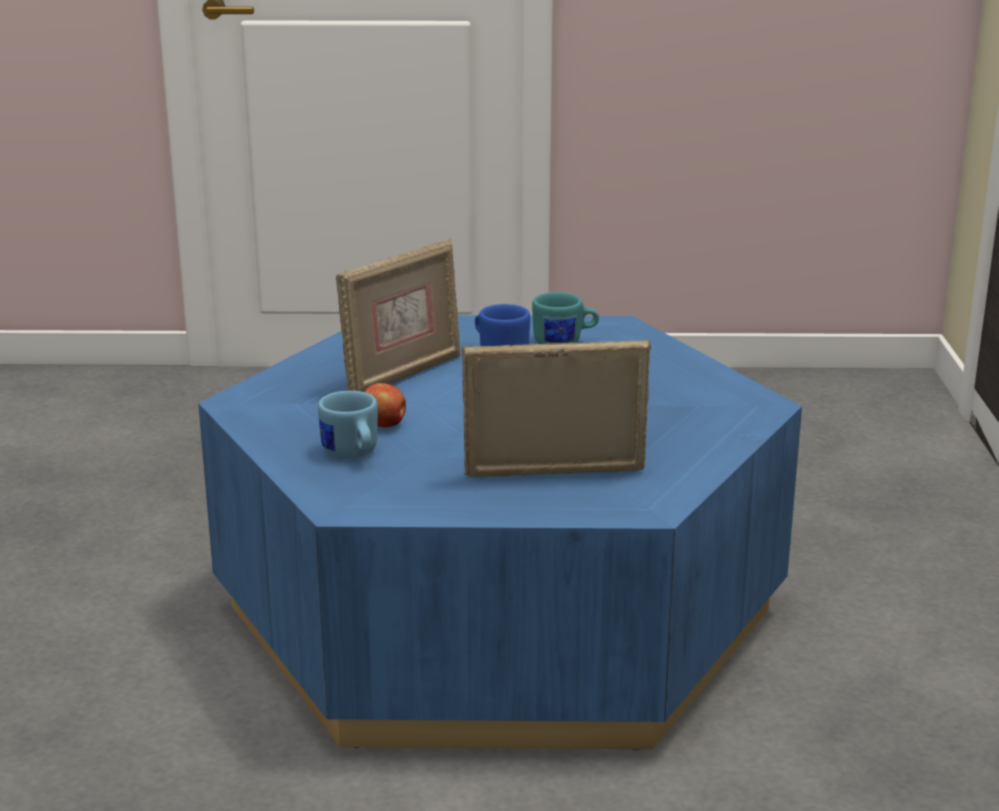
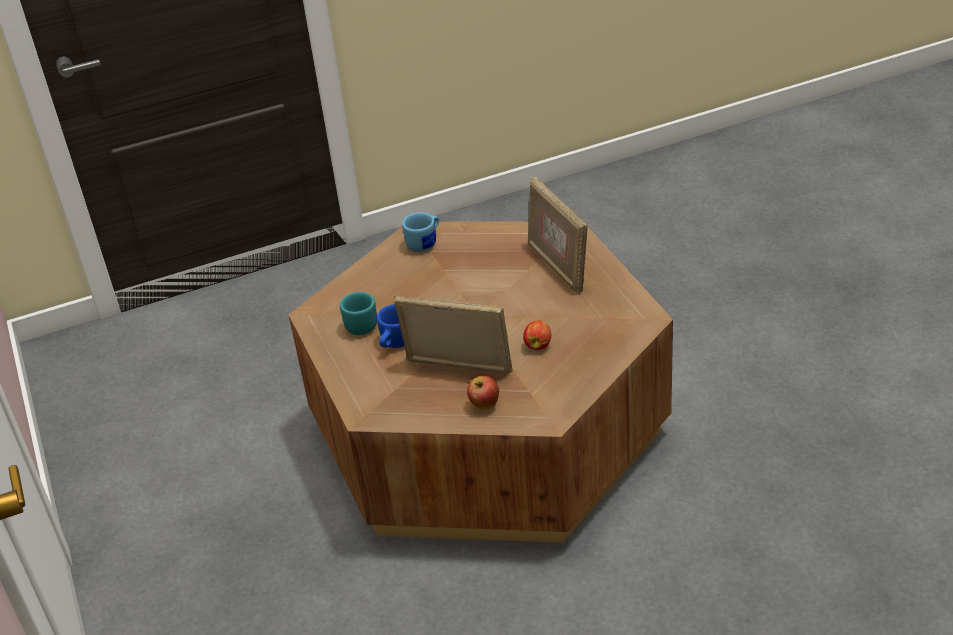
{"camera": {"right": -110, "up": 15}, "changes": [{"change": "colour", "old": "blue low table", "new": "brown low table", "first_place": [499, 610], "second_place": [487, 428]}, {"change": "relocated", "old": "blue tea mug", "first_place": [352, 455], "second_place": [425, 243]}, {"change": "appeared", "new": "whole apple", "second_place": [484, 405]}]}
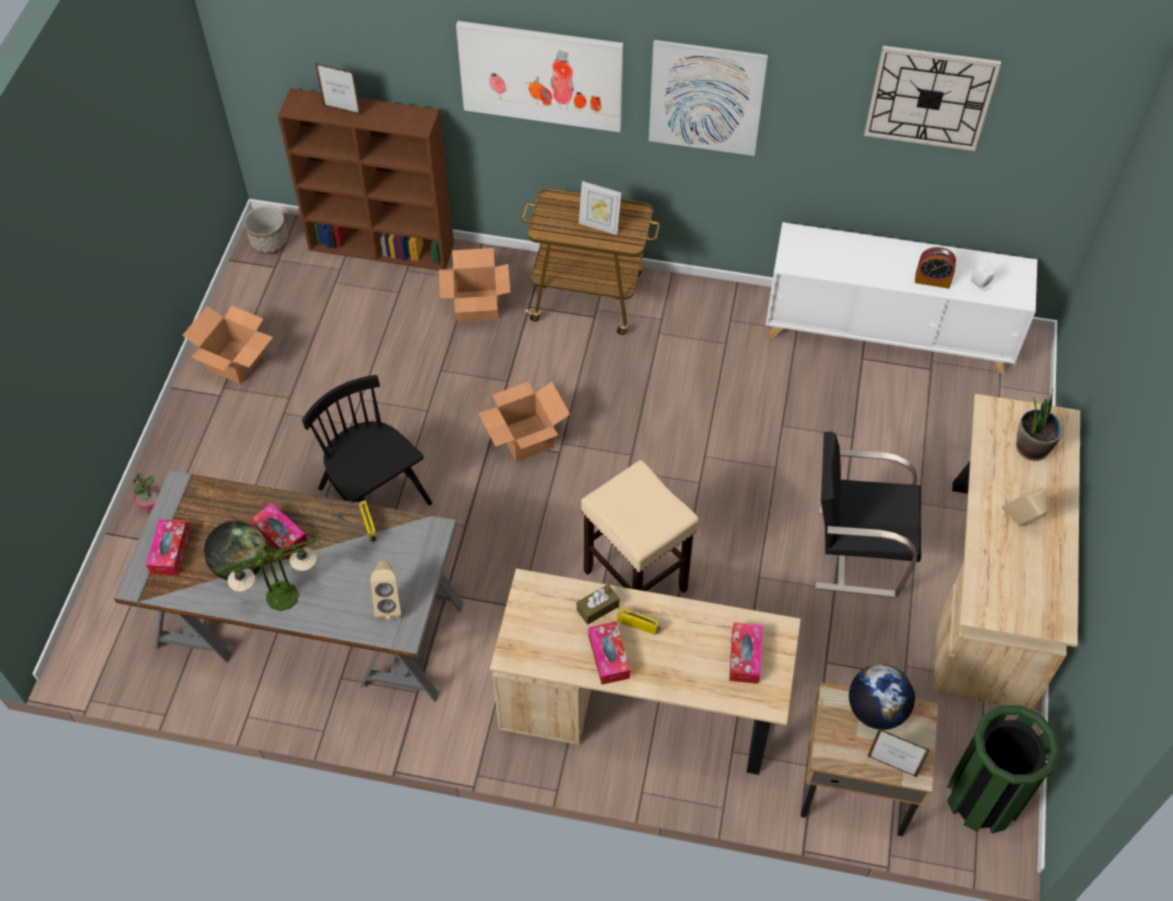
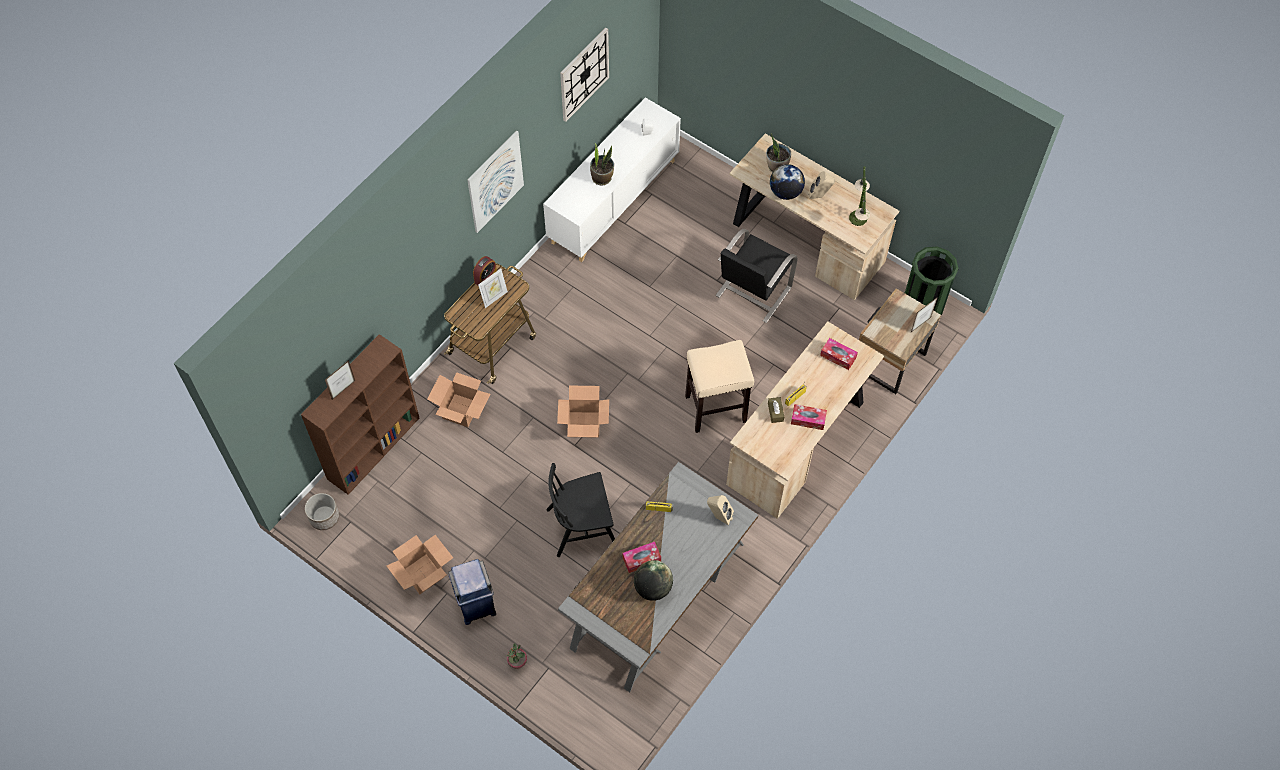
{"camera": {"right": -65, "up": 5}, "changes": [{"change": "missing", "old": "picture", "first_place": [541, 75]}, {"change": "relocated", "old": "table clock", "first_place": [932, 280], "second_place": [485, 277]}, {"change": "missing", "old": "tissue holder", "first_place": [170, 552]}, {"change": "relocated", "old": "lamp for a table", "first_place": [281, 597], "second_place": [858, 218]}, {"change": "relocated", "old": "globe", "first_place": [876, 710], "second_place": [785, 192]}, {"change": "appeared", "new": "potted plant", "second_place": [602, 178]}, {"change": "appeared", "new": "blue rubbish bin", "second_place": [476, 605]}]}
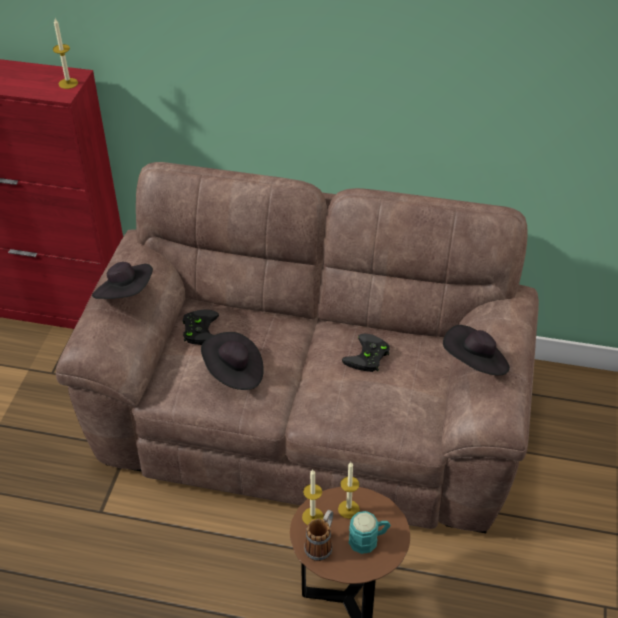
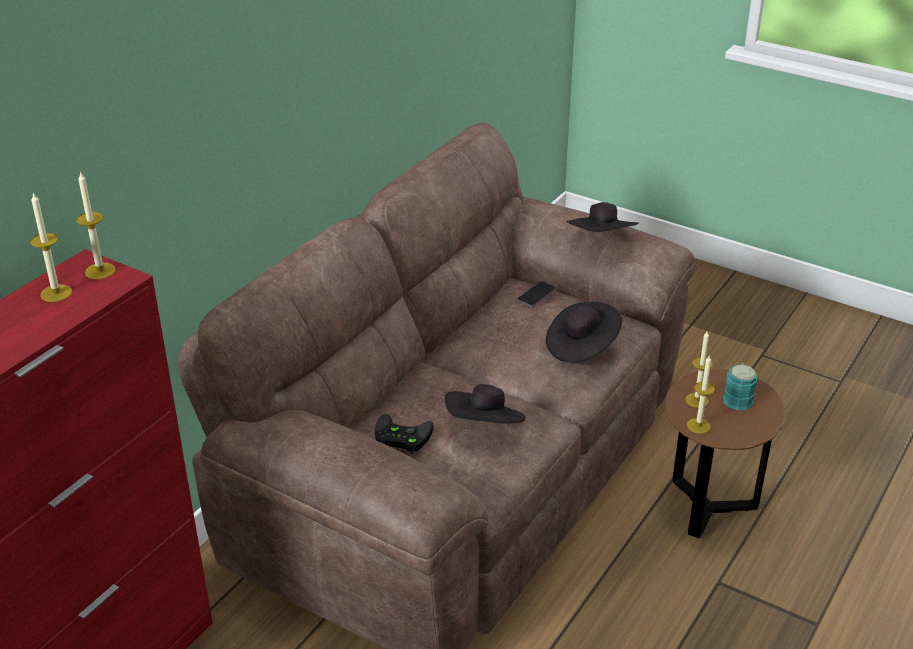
{"camera": {"right": -70, "up": -10}, "changes": [{"change": "relocated", "old": "blackish clothing hat", "first_place": [125, 294], "second_place": [582, 346]}, {"change": "missing", "old": "blackish joypad", "first_place": [368, 357]}, {"change": "missing", "old": "tea mug", "first_place": [321, 544]}, {"change": "appeared", "new": "candle", "second_place": [56, 293]}, {"change": "appeared", "new": "telephone", "second_place": [536, 295]}]}
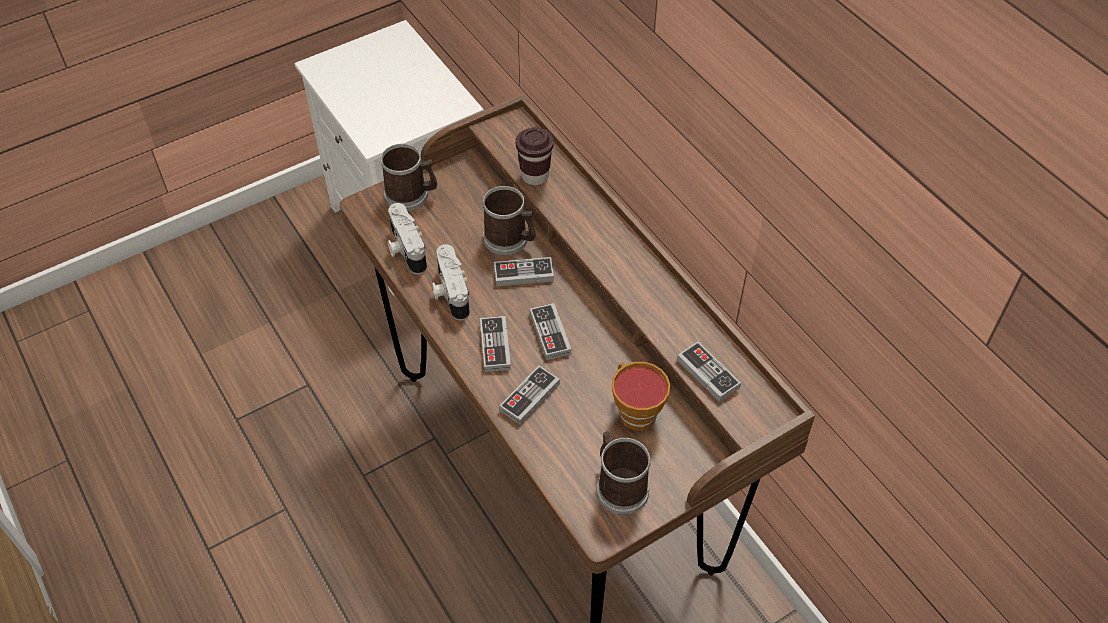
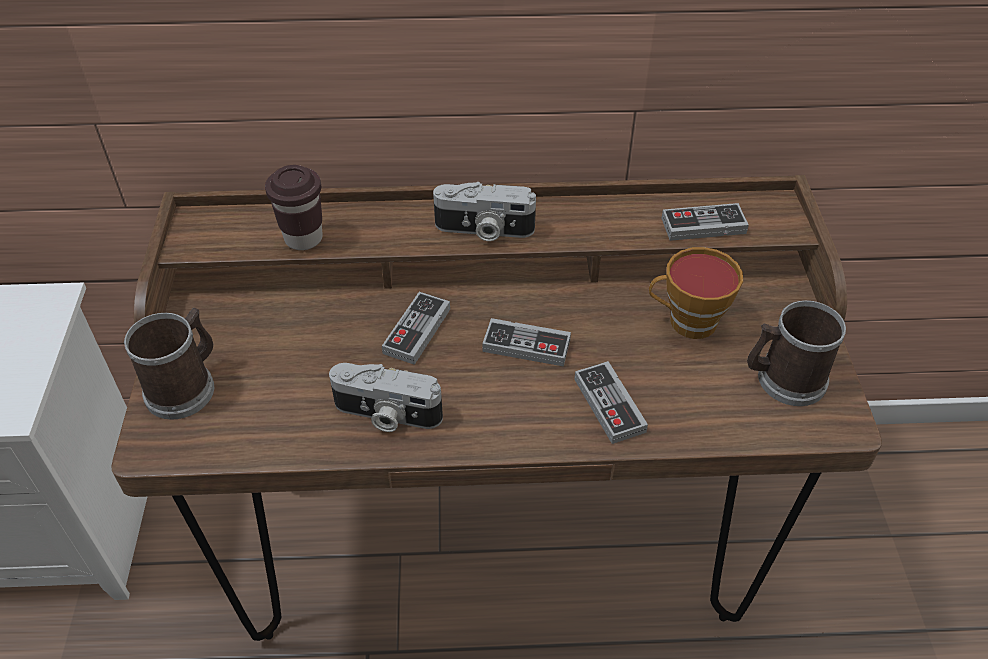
{"camera": {"right": -60, "up": -5}, "changes": [{"change": "missing", "old": "tea mug", "first_place": [510, 240]}, {"change": "relocated", "old": "still camera", "first_place": [405, 249], "second_place": [484, 230]}, {"change": "missing", "old": "joypad", "first_place": [495, 346]}]}
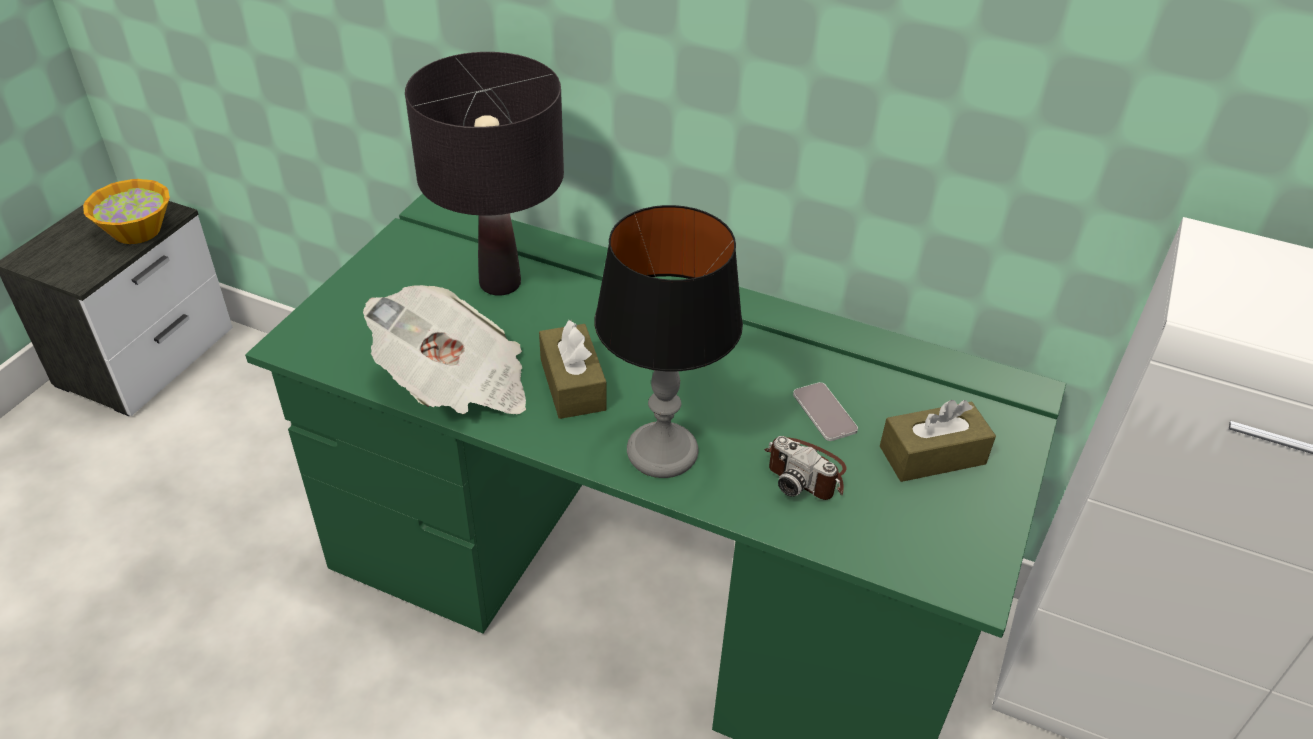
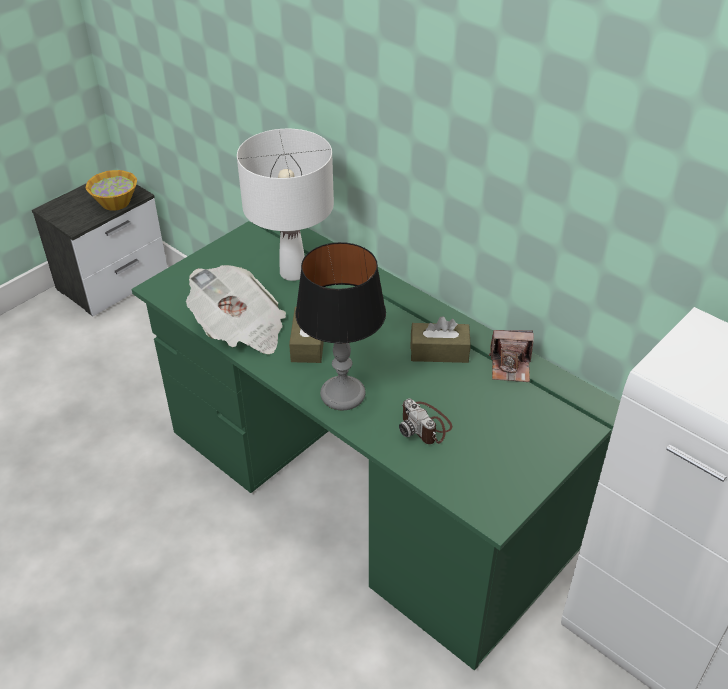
{"camera": {"right": 20, "up": 0}, "changes": [{"change": "colour", "old": "blackish lamp for a table", "new": "white-coloured lamp for a table", "first_place": [499, 283], "second_place": [292, 273]}, {"change": "missing", "old": "telephone", "first_place": [824, 412]}, {"change": "relocated", "old": "brown tissue holder", "first_place": [932, 455], "second_place": [439, 351]}, {"change": "appeared", "new": "still camera", "second_place": [510, 367]}]}
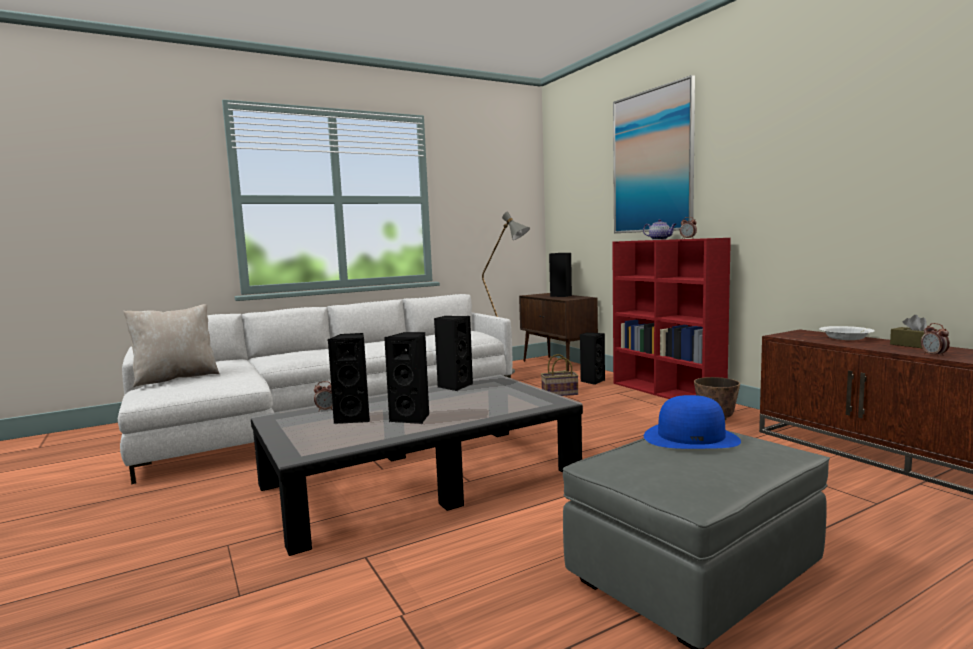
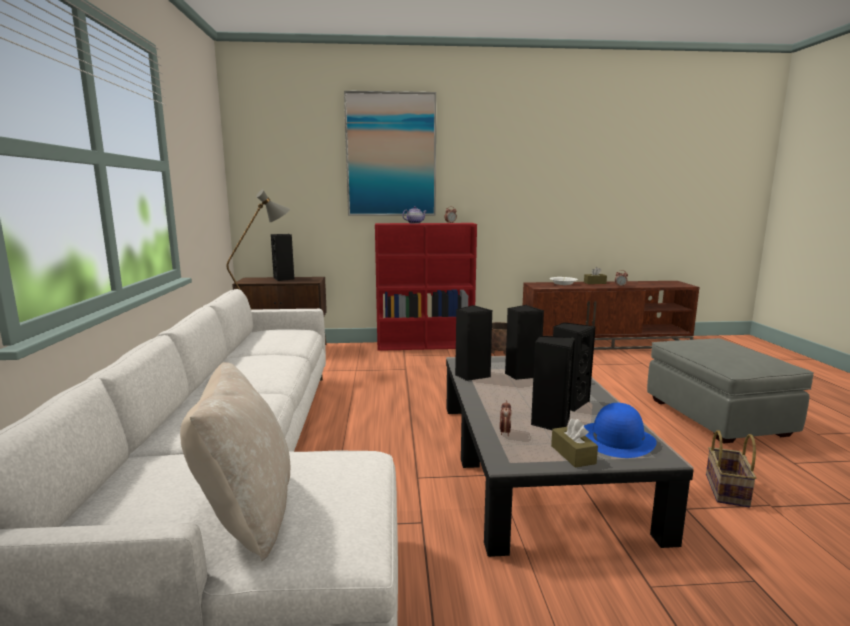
{"camera": {"right": -65, "up": 5}, "changes": [{"change": "relocated", "old": "blackish loudspeaker", "first_place": [592, 381], "second_place": [521, 374]}, {"change": "relocated", "old": "storage basket", "first_place": [559, 394], "second_place": [728, 491]}, {"change": "relocated", "old": "blue clothing hat", "first_place": [691, 438], "second_place": [617, 439]}, {"change": "appeared", "new": "brown tissue holder", "second_place": [573, 455]}]}
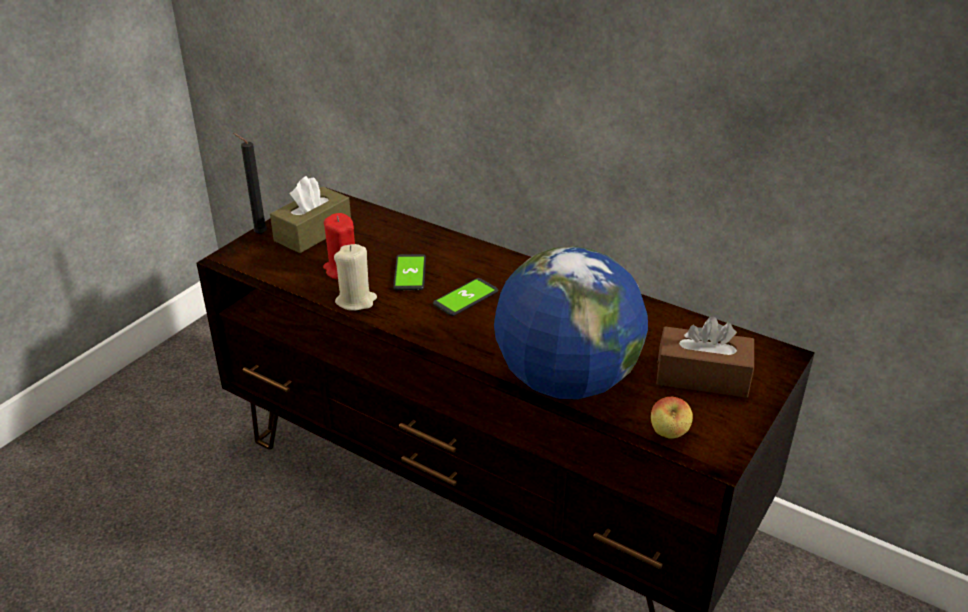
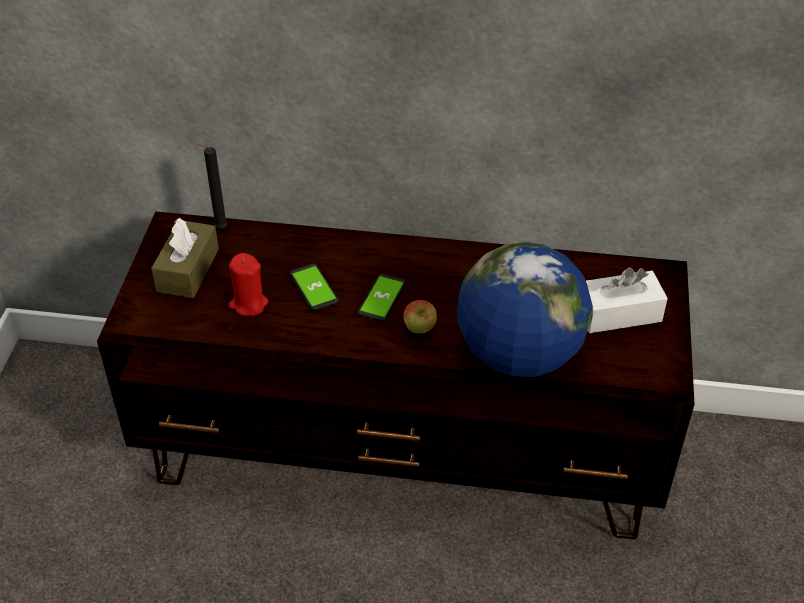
{"camera": {"right": -25, "up": 10}, "changes": [{"change": "relocated", "old": "blackish candle", "first_place": [258, 234], "second_place": [219, 229]}, {"change": "missing", "old": "sand-coloured candle", "first_place": [356, 301]}, {"change": "colour", "old": "brown tissue holder", "new": "white-coloured tissue holder", "first_place": [702, 376], "second_place": [618, 313]}, {"change": "relocated", "old": "whole apple", "first_place": [668, 435], "second_place": [420, 330]}]}
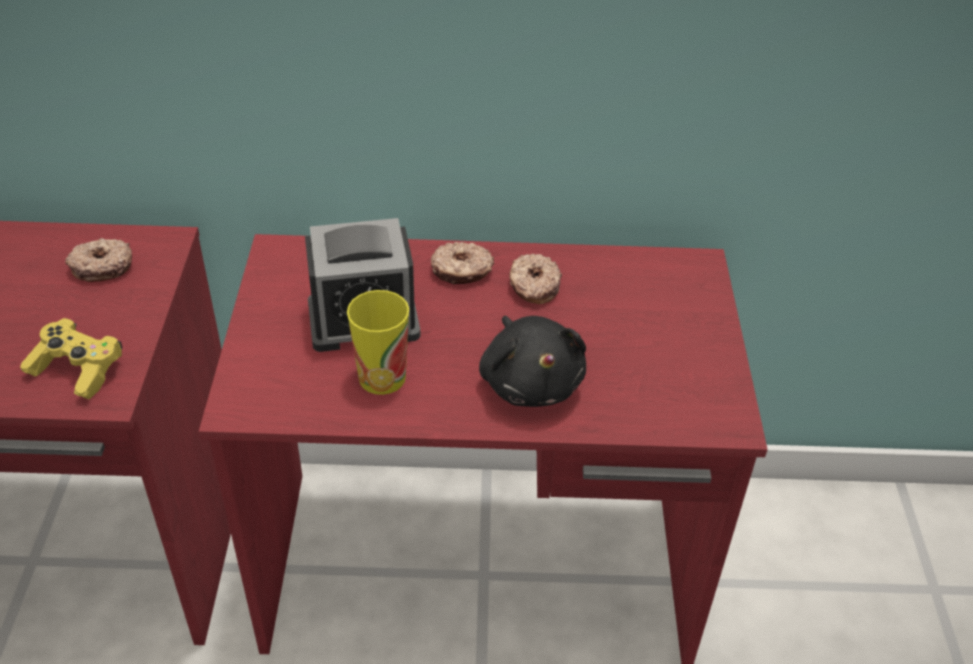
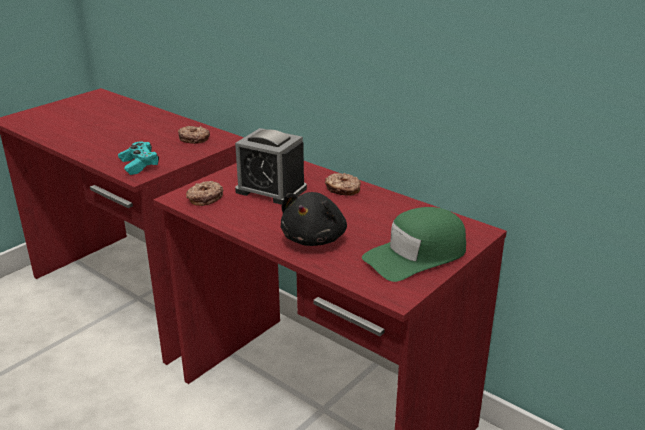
{"camera": {"right": 40, "up": -15}, "changes": [{"change": "relocated", "old": "doughnut", "first_place": [533, 286], "second_place": [204, 198]}, {"change": "missing", "old": "drinking cup", "first_place": [382, 377]}, {"change": "colour", "old": "yellowish joypad", "new": "blue-green joypad", "first_place": [77, 370], "second_place": [139, 165]}, {"change": "appeared", "new": "green-coloured peaked cap", "second_place": [416, 255]}]}
